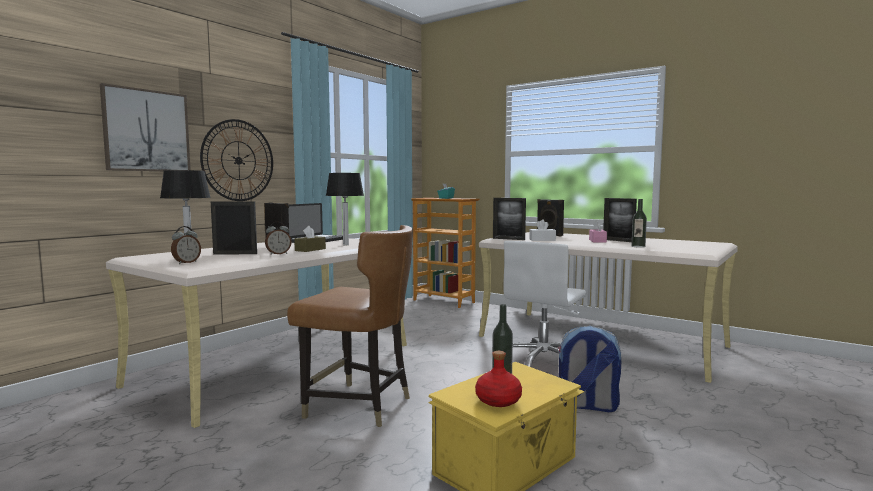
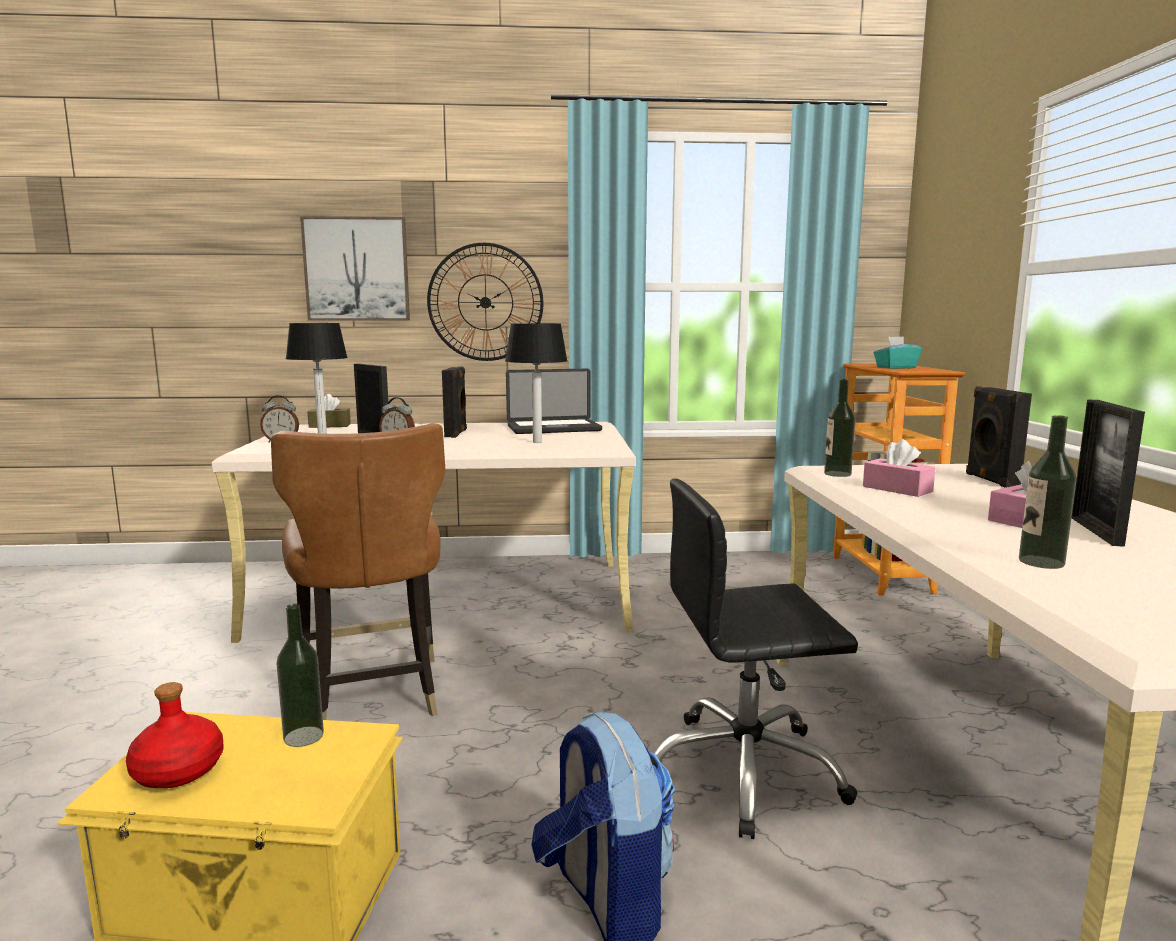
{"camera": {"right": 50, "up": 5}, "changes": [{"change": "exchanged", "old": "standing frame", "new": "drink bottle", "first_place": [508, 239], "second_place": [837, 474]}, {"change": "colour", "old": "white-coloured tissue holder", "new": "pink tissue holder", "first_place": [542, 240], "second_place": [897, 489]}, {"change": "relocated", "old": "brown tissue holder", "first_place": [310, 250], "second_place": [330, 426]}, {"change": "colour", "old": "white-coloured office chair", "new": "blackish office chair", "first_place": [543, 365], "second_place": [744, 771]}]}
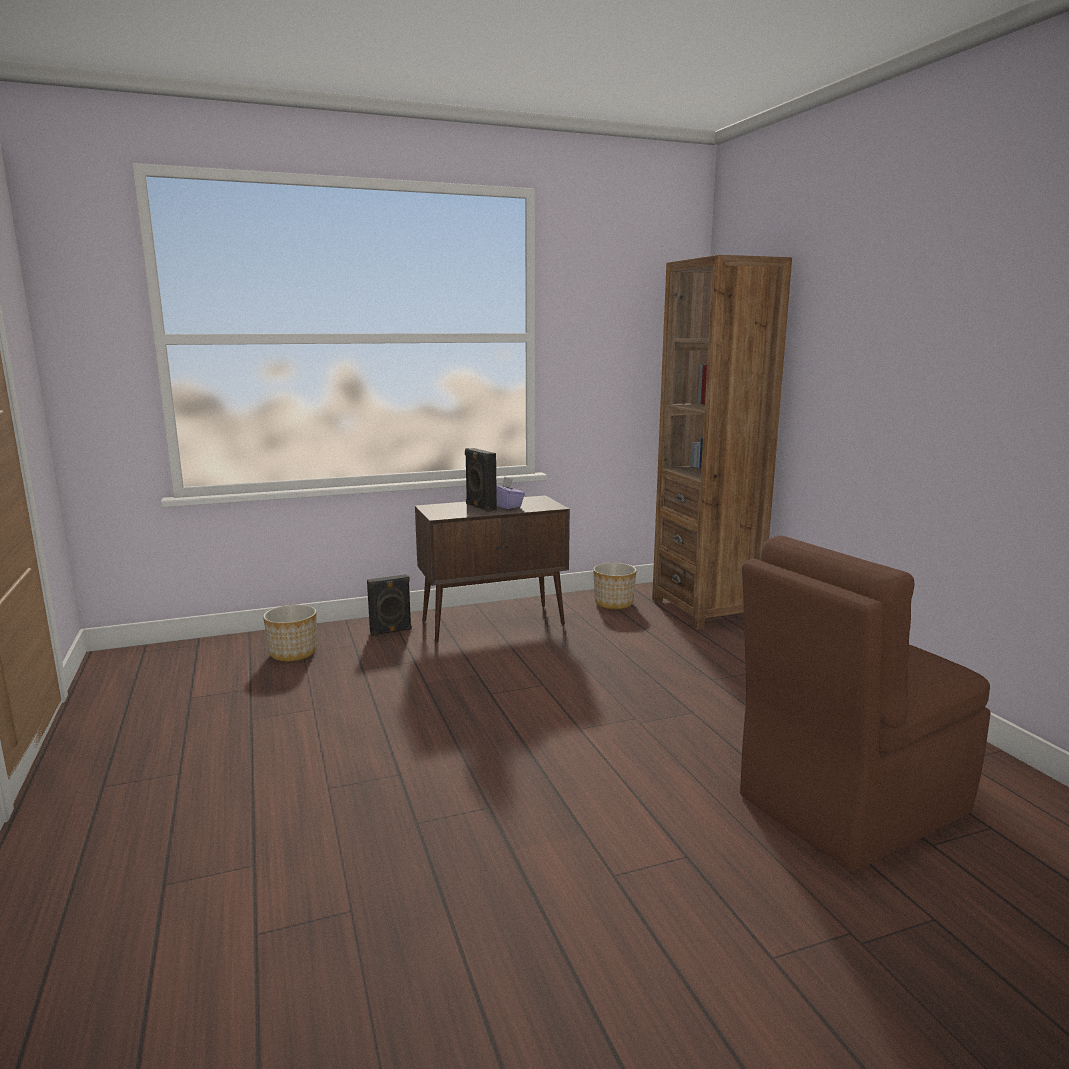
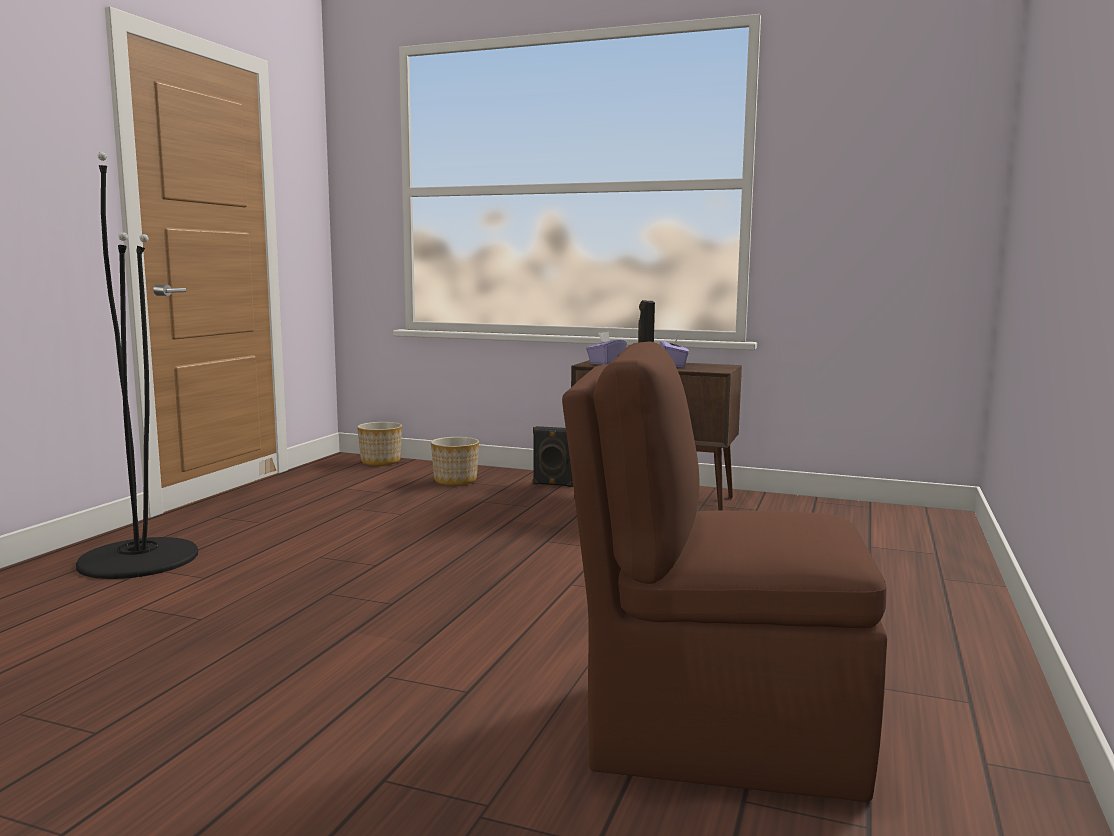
{"camera": {"right": 40, "up": -5}, "changes": [{"change": "missing", "old": "brown bookcase", "first_place": [705, 609]}, {"change": "relocated", "old": "flower pot", "first_place": [613, 603], "second_place": [380, 462]}, {"change": "appeared", "new": "blackish floor lamp", "second_place": [138, 559]}, {"change": "appeared", "new": "purple-coloured tissue holder", "second_place": [606, 363]}]}
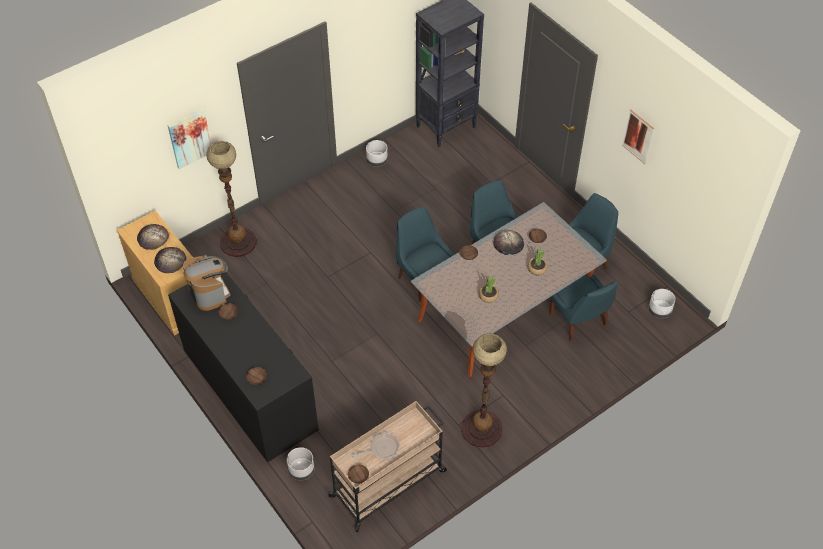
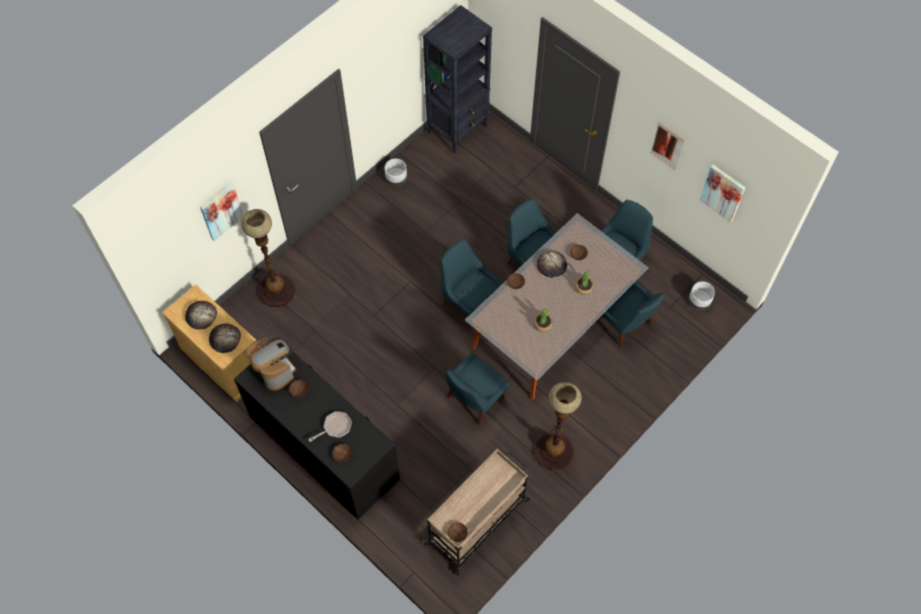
{"camera": {"right": -10, "up": 10}, "changes": [{"change": "relocated", "old": "pan", "first_place": [381, 449], "second_place": [335, 427]}, {"change": "missing", "old": "greyish flower pot", "first_place": [301, 470]}, {"change": "appeared", "new": "picture", "second_place": [723, 192]}, {"change": "appeared", "new": "blue chair", "second_place": [474, 399]}]}
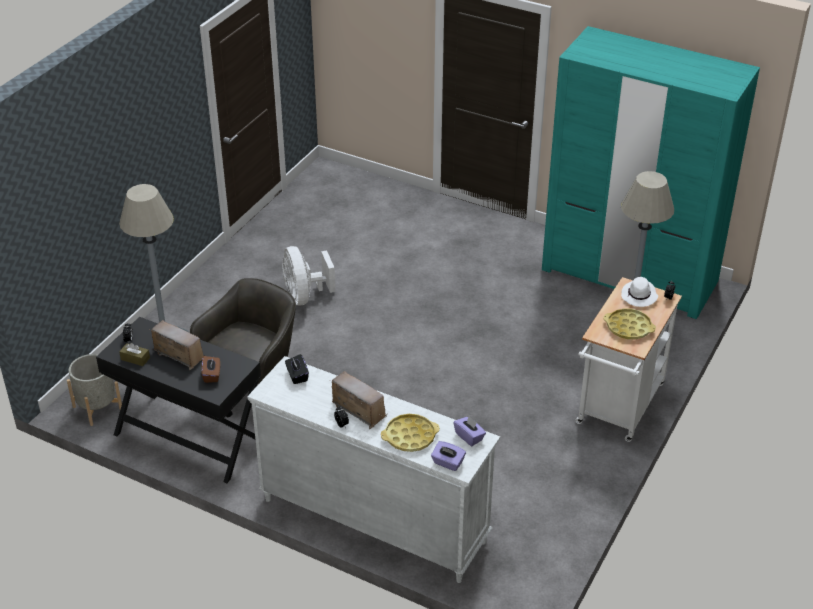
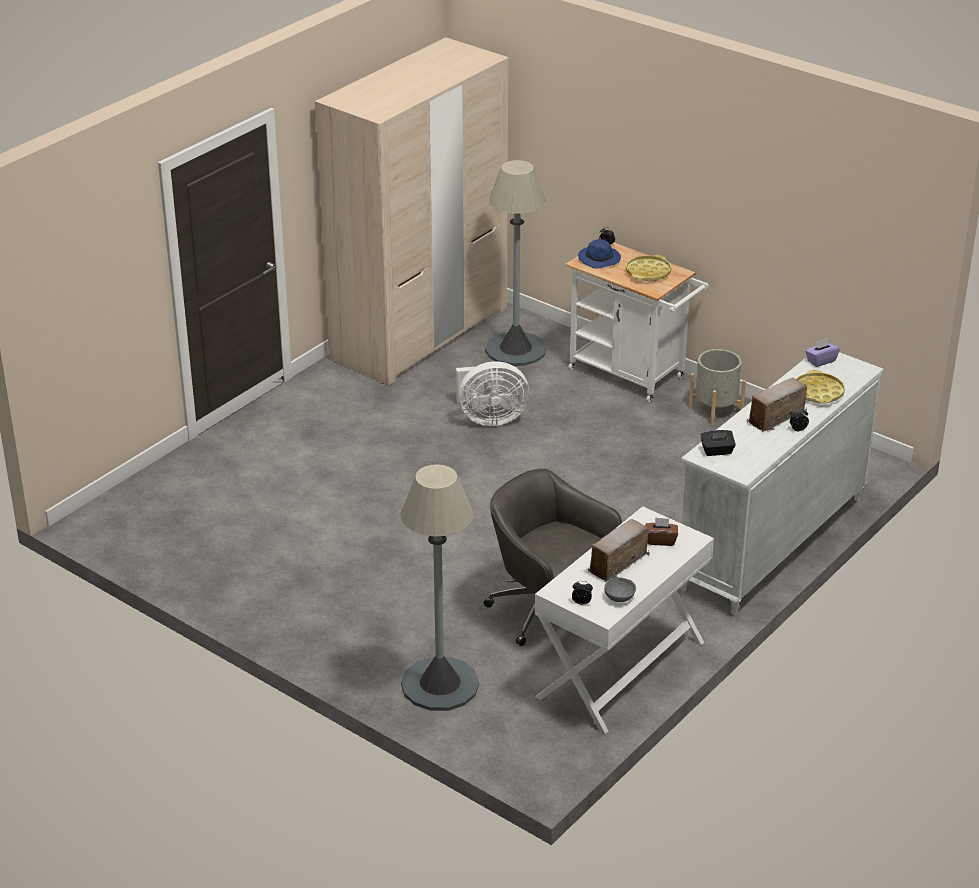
{"camera": {"right": -80, "up": -5}, "changes": [{"change": "colour", "old": "blue-green clothes cupboard", "new": "sand-coloured clothes cupboard", "first_place": [629, 276], "second_place": [420, 334]}, {"change": "relocated", "old": "white-coloured fan", "first_place": [304, 296], "second_place": [489, 418]}, {"change": "colour", "old": "white-coloured clothing hat", "new": "blue clothing hat", "first_place": [639, 296], "second_place": [600, 259]}, {"change": "colour", "old": "blackish desk unit", "new": "white-coloured desk unit", "first_place": [188, 437], "second_place": [621, 670]}, {"change": "exchanged", "old": "brown tissue holder", "new": "greyish serving bowl", "first_place": [135, 358], "second_place": [619, 597]}, {"change": "relocated", "old": "greyish flower pot", "first_place": [97, 408], "second_place": [715, 410]}, {"change": "missing", "old": "purple-coloured tissue holder", "first_place": [448, 463]}]}
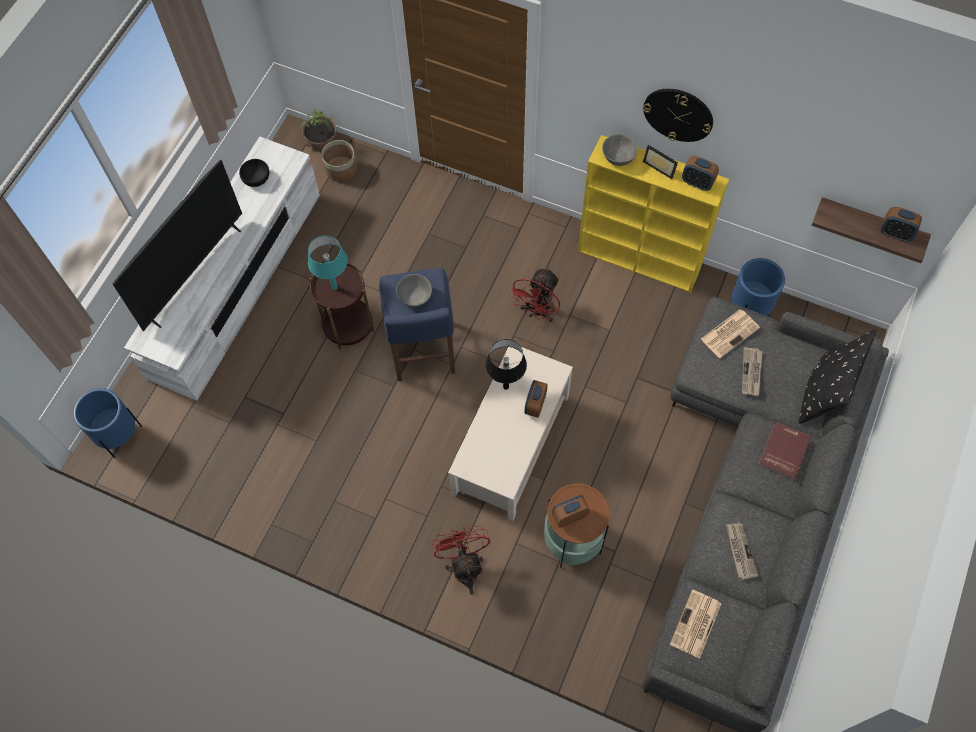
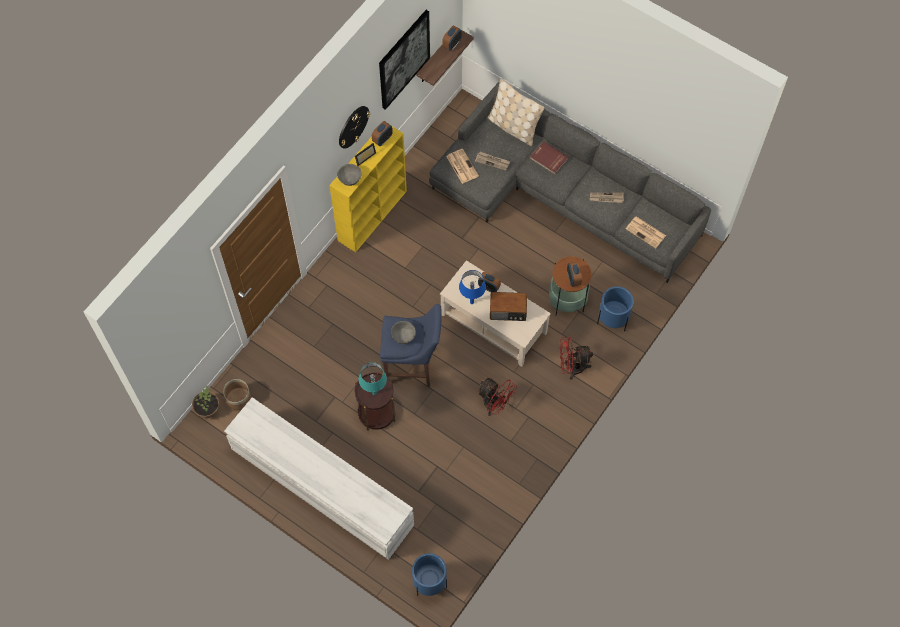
{"camera": {"right": -80, "up": 0}, "changes": [{"change": "missing", "old": "blackish serving bowl", "first_place": [256, 178]}, {"change": "missing", "old": "TV set", "first_place": [194, 274]}, {"change": "relocated", "old": "blue flower pot", "first_place": [748, 309], "second_place": [612, 320]}, {"change": "relocated", "old": "red fan", "first_place": [537, 312], "second_place": [494, 404]}, {"change": "colour", "old": "blackish throw pillow", "new": "sand-coloured throw pillow", "first_place": [823, 392], "second_place": [513, 127]}, {"change": "colour", "old": "blackish lamp for a table", "new": "blue lamp for a table", "first_place": [505, 386], "second_place": [471, 302]}, {"change": "appeared", "new": "picture", "second_place": [403, 59]}, {"change": "appeared", "new": "radio set", "second_place": [508, 311]}]}
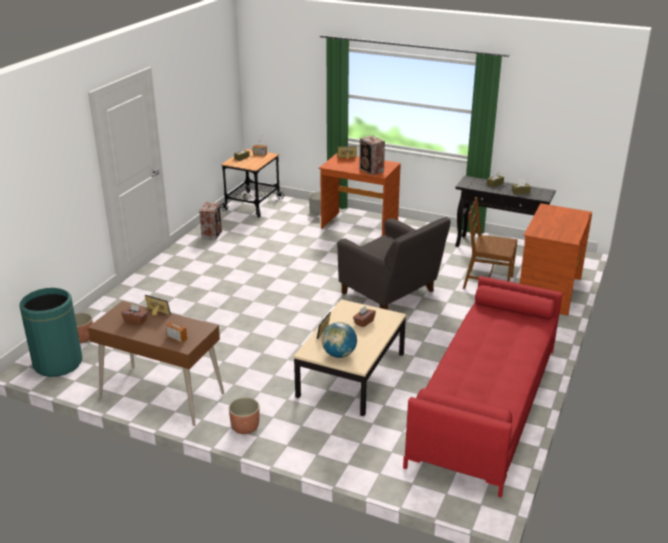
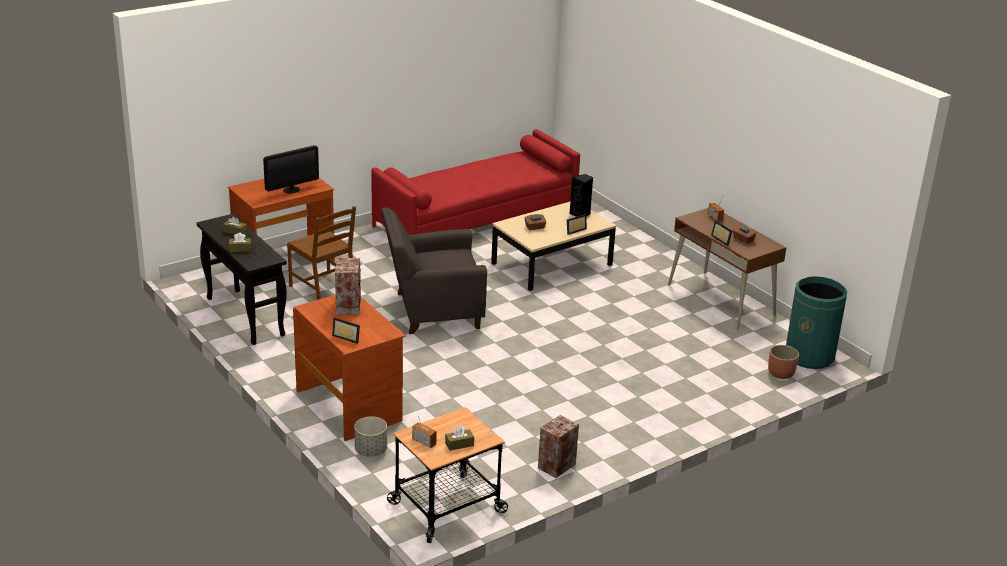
{"camera": {"right": -150, "up": 0}, "changes": [{"change": "spun", "old": "greyish lounge chair", "first_place": [392, 294], "second_place": [431, 311], "degrees": -90}, {"change": "exchanged", "old": "globe", "new": "blackish loudspeaker", "first_place": [339, 354], "second_place": [580, 214]}, {"change": "missing", "old": "flower pot", "first_place": [245, 427]}, {"change": "appeared", "new": "monitor", "second_place": [291, 190]}]}
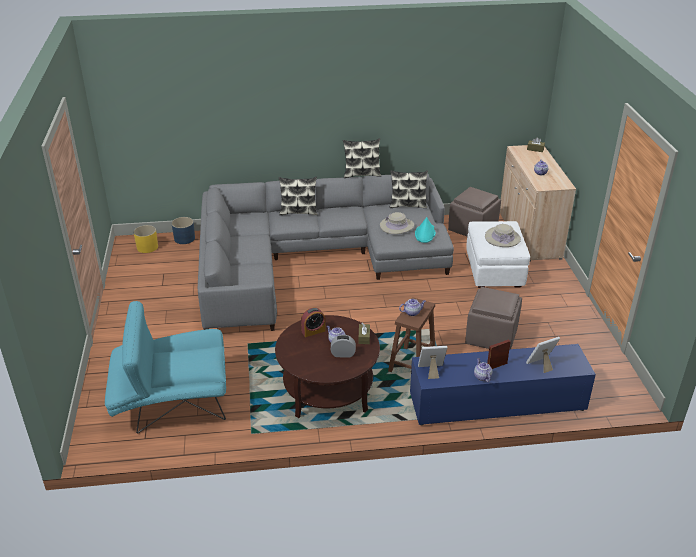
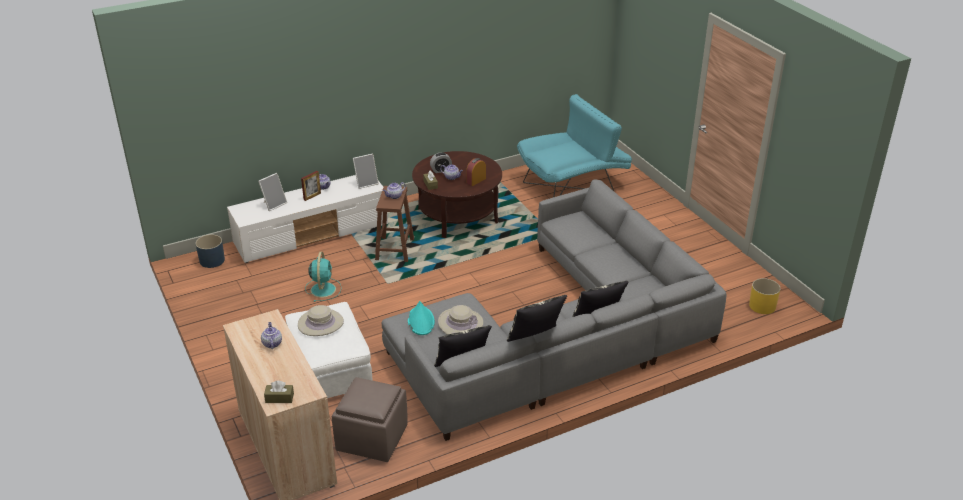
{"camera": {"right": 160, "up": 0}, "changes": [{"change": "relocated", "old": "blue flower pot", "first_place": [184, 238], "second_place": [212, 261]}, {"change": "exchanged", "old": "brown pouffe", "new": "blue-green fan", "first_place": [491, 337], "second_place": [323, 289]}, {"change": "colour", "old": "blue tv unit", "new": "white-coloured tv unit", "first_place": [496, 403], "second_place": [312, 234]}]}
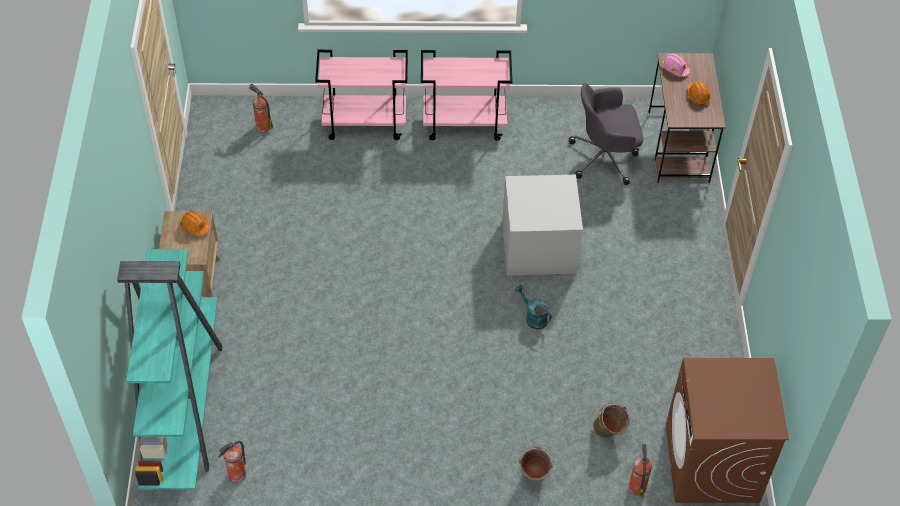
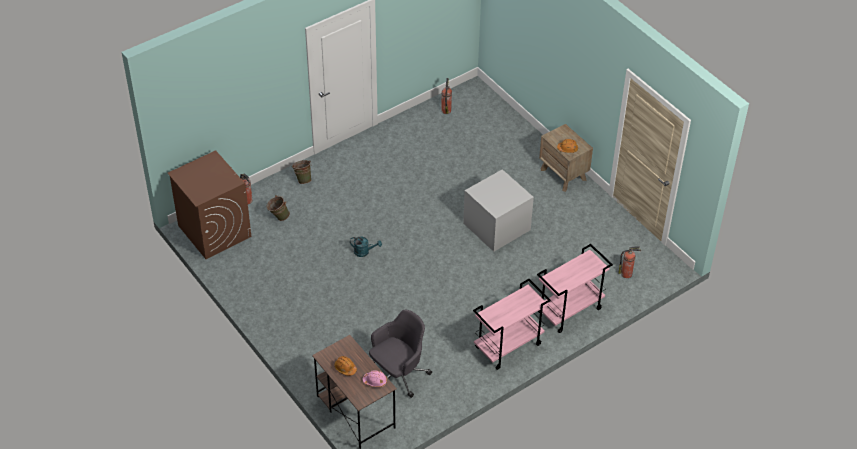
{"camera": {"right": 145, "up": -5}, "changes": [{"change": "relocated", "old": "greyish storage box", "first_place": [540, 245], "second_place": [496, 227]}, {"change": "missing", "old": "blue-green bookcase", "first_place": [183, 404]}]}
